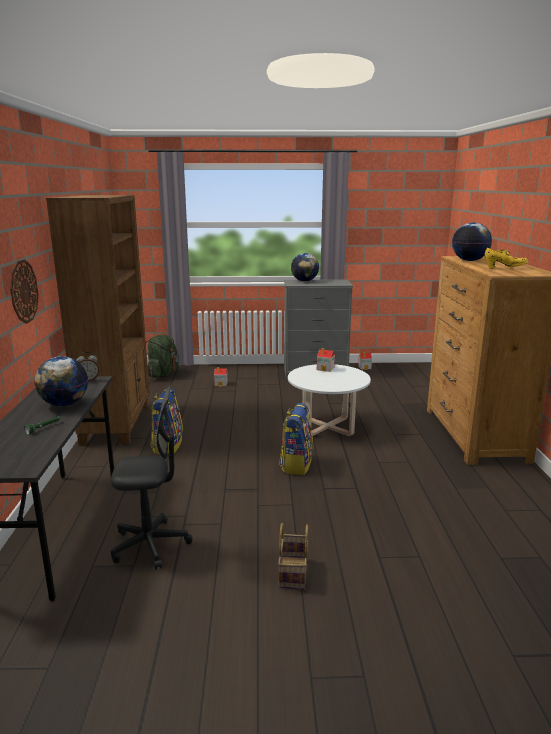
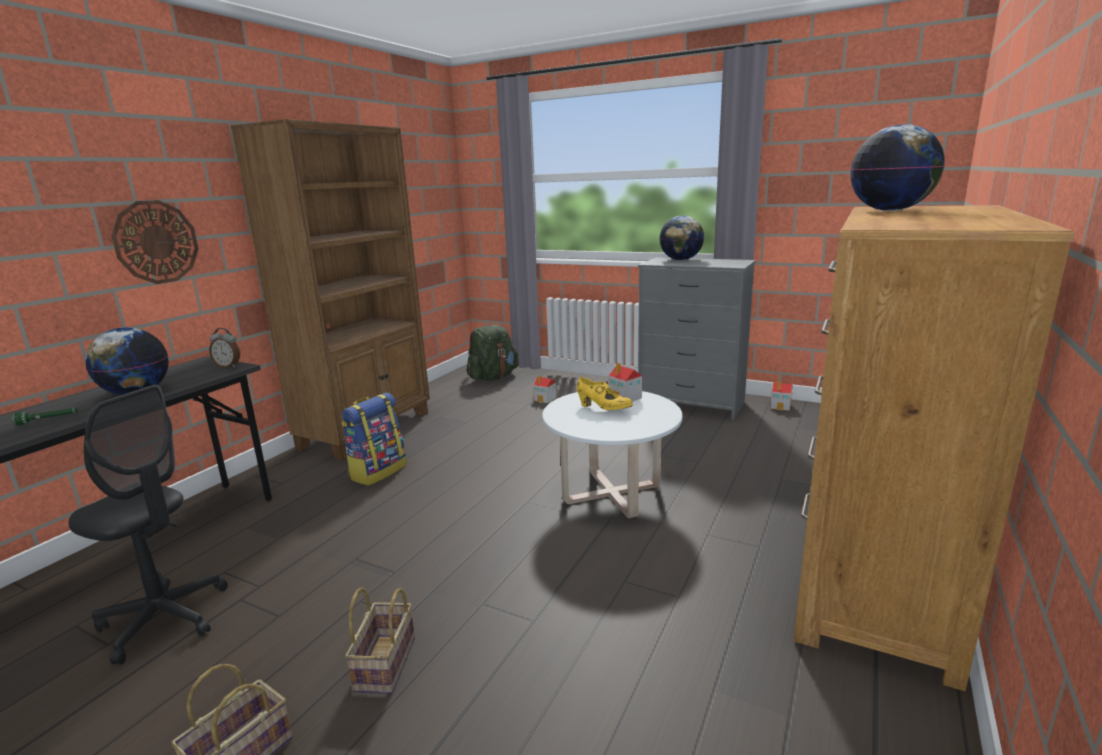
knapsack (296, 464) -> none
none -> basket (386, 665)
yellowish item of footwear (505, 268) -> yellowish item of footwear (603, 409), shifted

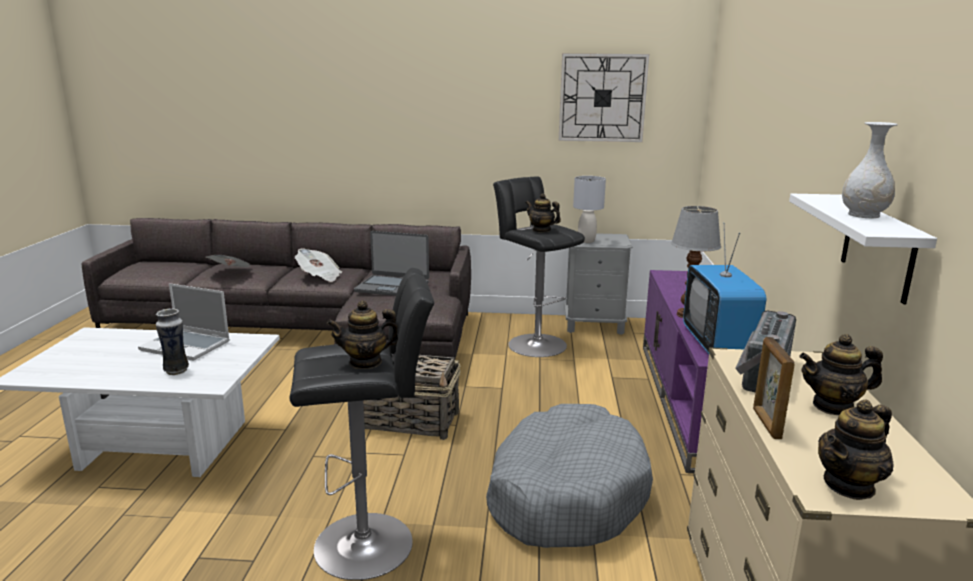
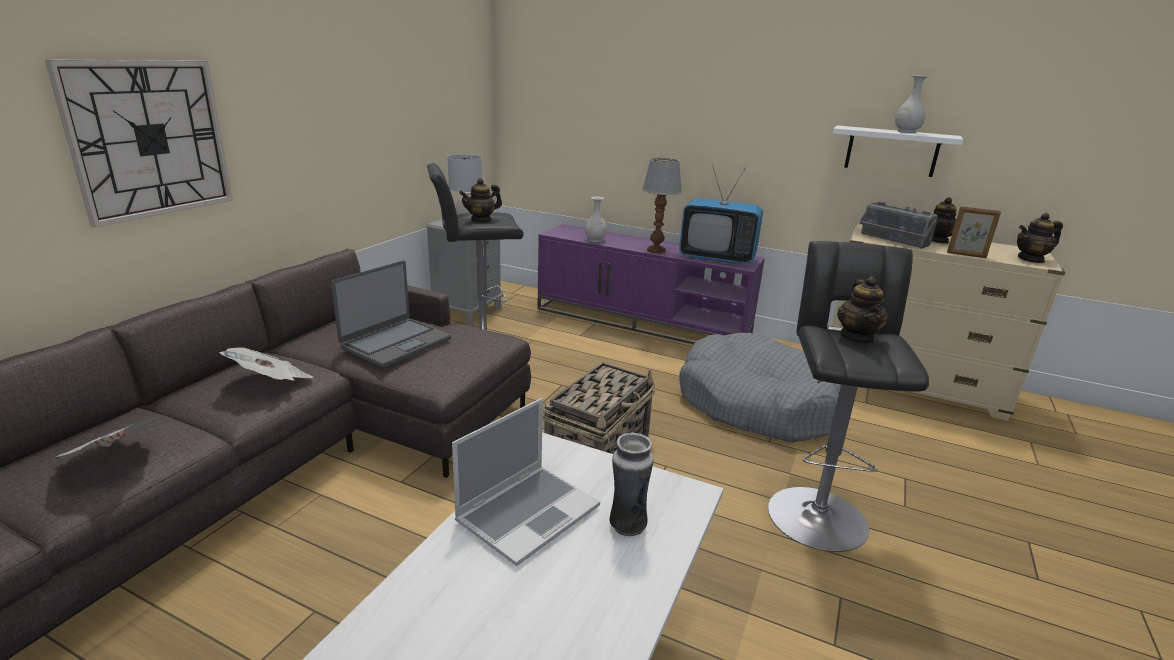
none -> white flower vase (595, 240)
wall clock (602, 98) -> wall clock (149, 139), shifted
pot for tea (849, 485) -> pot for tea (1031, 259), 90 degrees clockwise

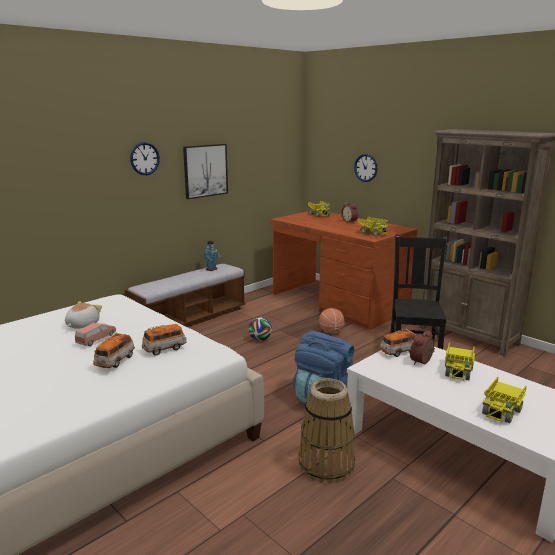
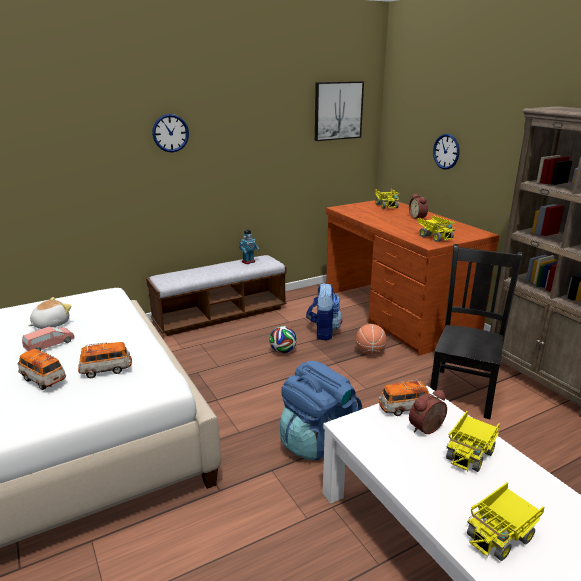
basket (326, 465) -> none
none -> knapsack (323, 332)
wall art (205, 170) -> wall art (338, 111), shifted
model car (115, 361) -> model car (43, 379), 90 degrees clockwise

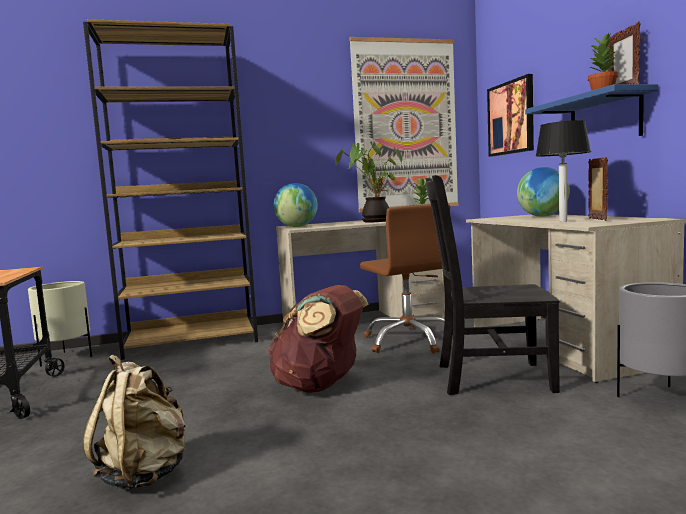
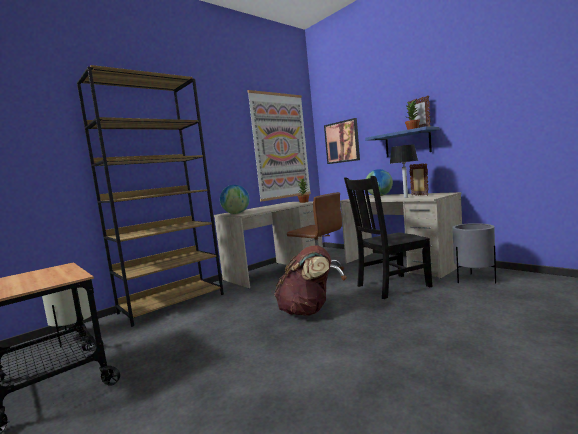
sand-coloured knapsack (145, 474) -> none
houseplant (375, 221) -> none

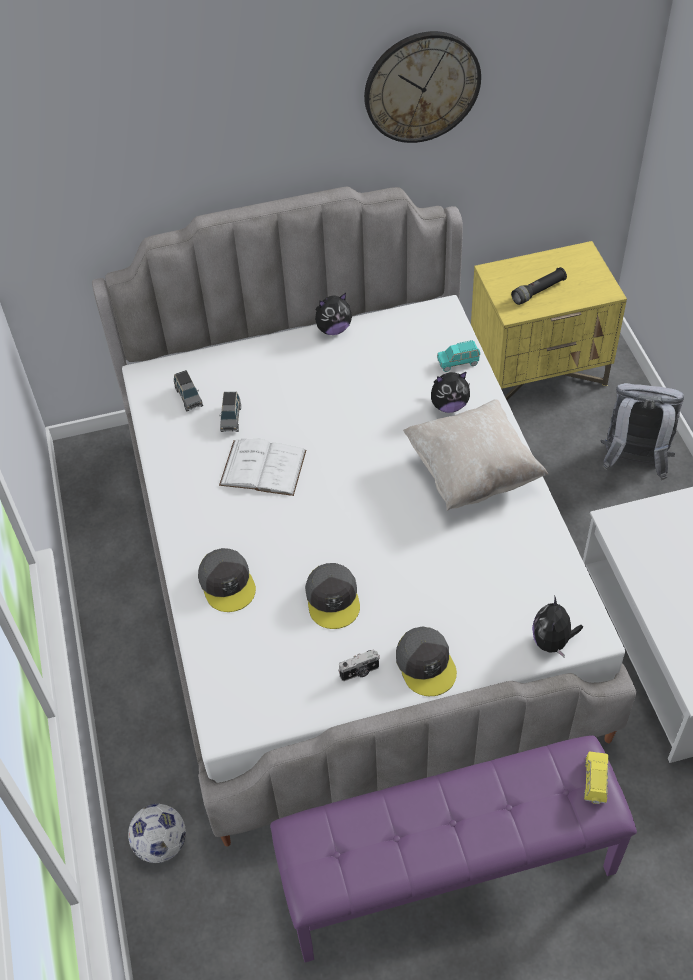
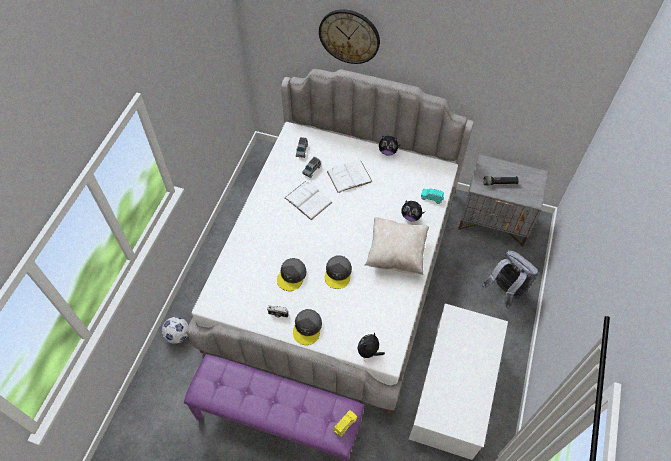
none -> white book (349, 176)
grey cap (227, 583) -> grey cap (338, 273), shifted
wall clock (422, 87) -> wall clock (349, 36), shifted
yellowish nightstand (538, 369) -> grey nightstand (494, 220)

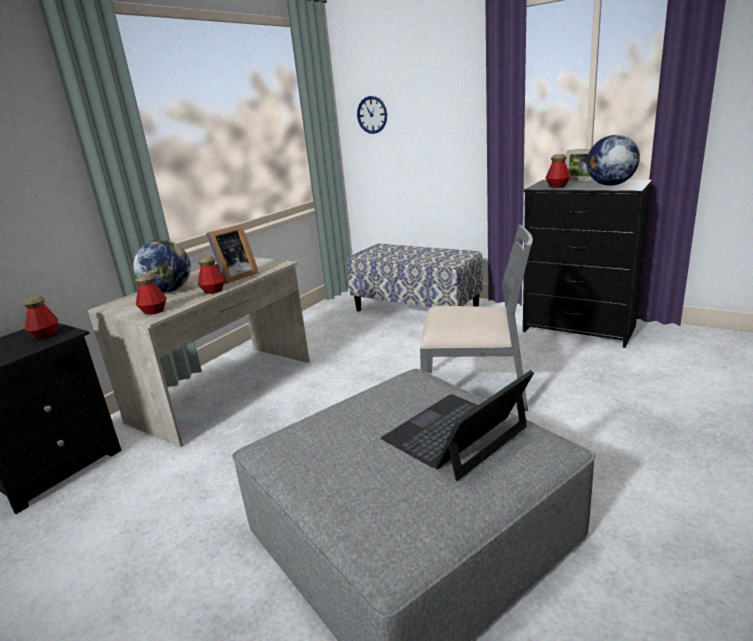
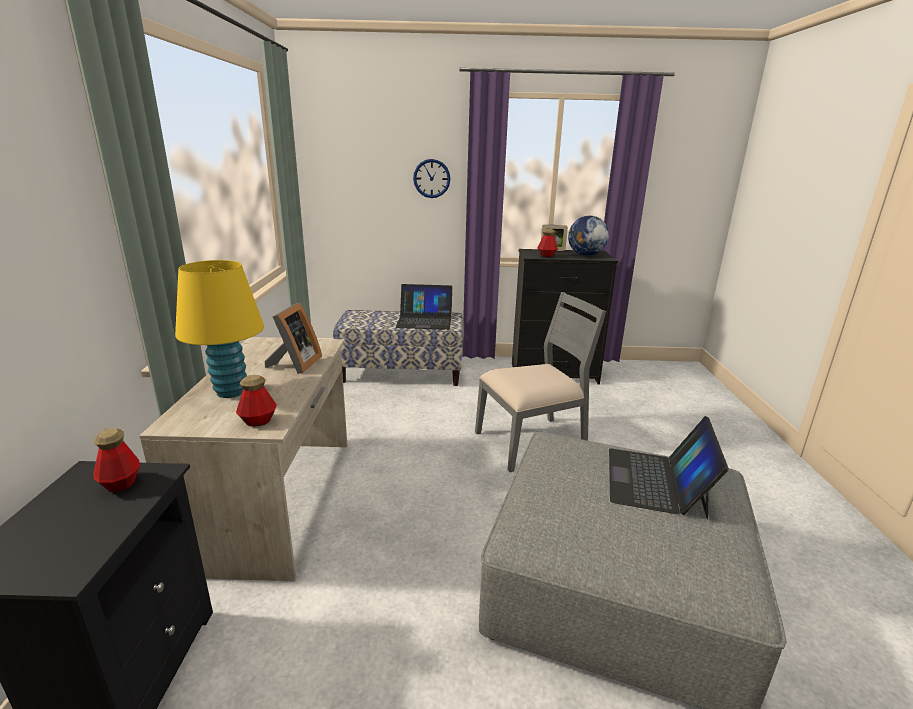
beverage bottle (213, 291) -> none
none -> laptop (424, 320)
wall clock (372, 115) -> wall clock (431, 178), shifted
world globe (169, 291) -> yellowish tabletop lamp (230, 391)

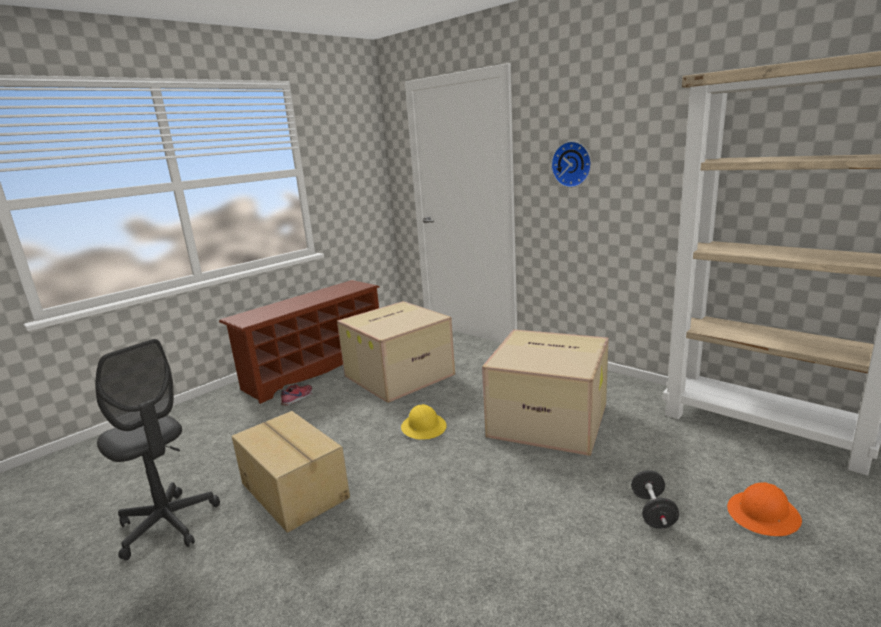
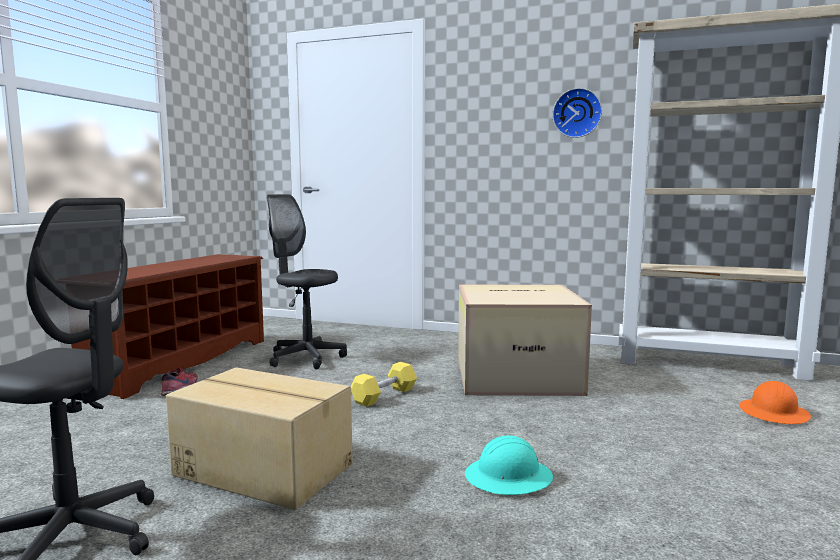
black free weight (653, 512) -> none
none -> turquoise safety helmet (508, 478)
wall clock (572, 164) -> wall clock (577, 113), shifted
cardboard box (399, 374) -> grey office chair (306, 358)
yellowish safety helmet (424, 427) -> yellowish free weight (384, 395)

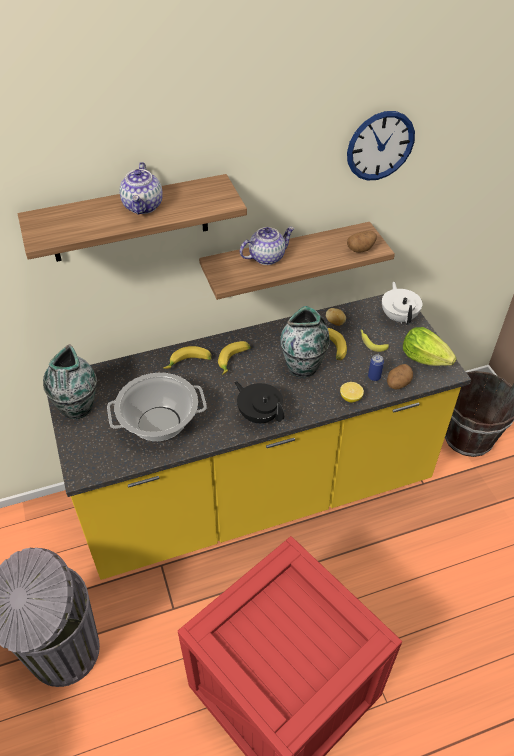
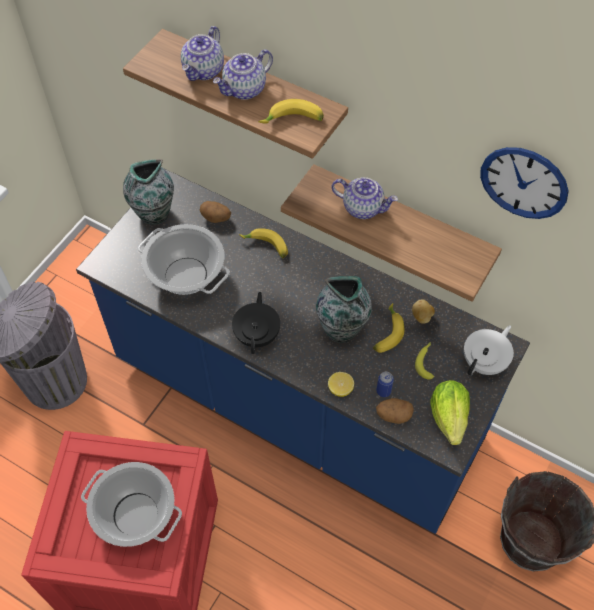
none -> stockpot (135, 514)
none -> pot for tea (204, 71)
whole banana (234, 361) -> whole banana (292, 121), shifted
potato (361, 249) -> potato (216, 218), shifted
yellowish kitchen counter (257, 492) -> blue kitchen counter (297, 403)

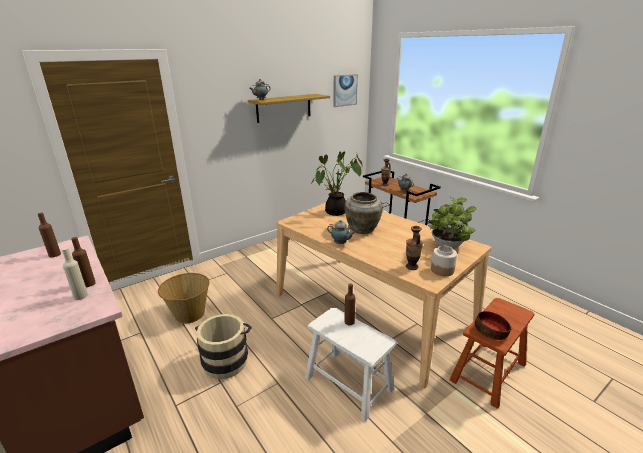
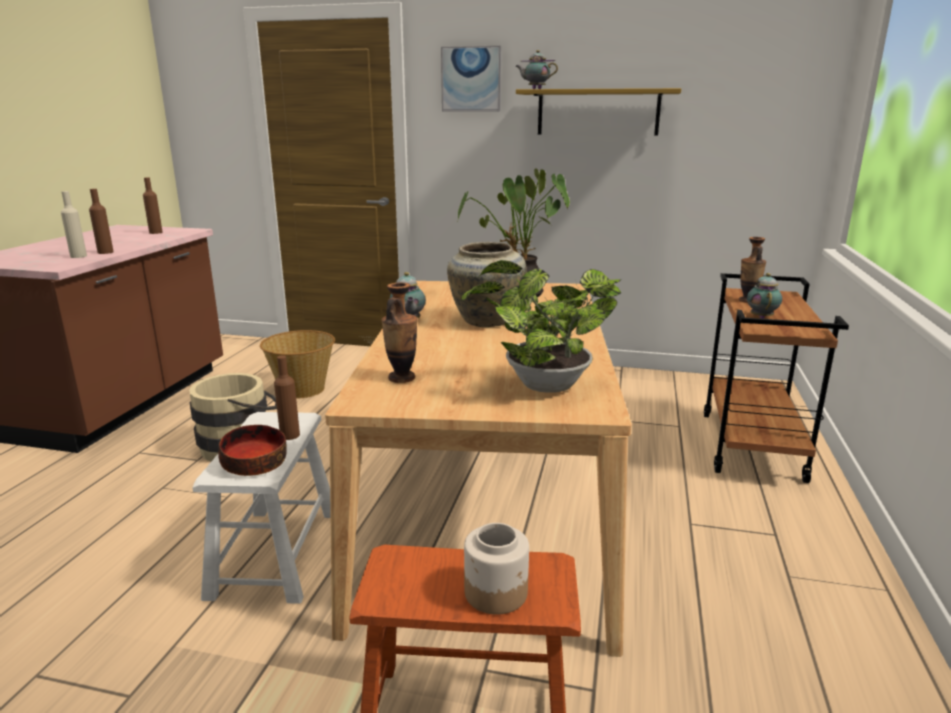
wall art (344, 90) -> wall art (471, 79), shifted
preserve jar (442, 270) -> preserve jar (496, 592), shifted
deep dish (491, 331) -> deep dish (254, 463), shifted

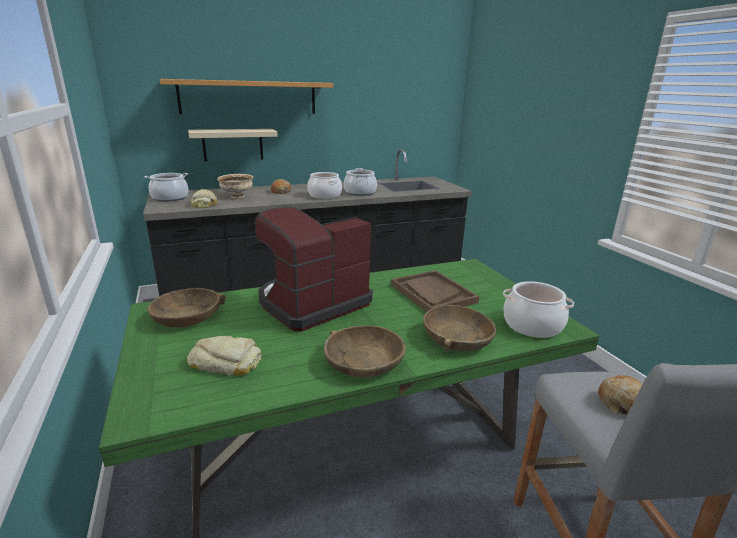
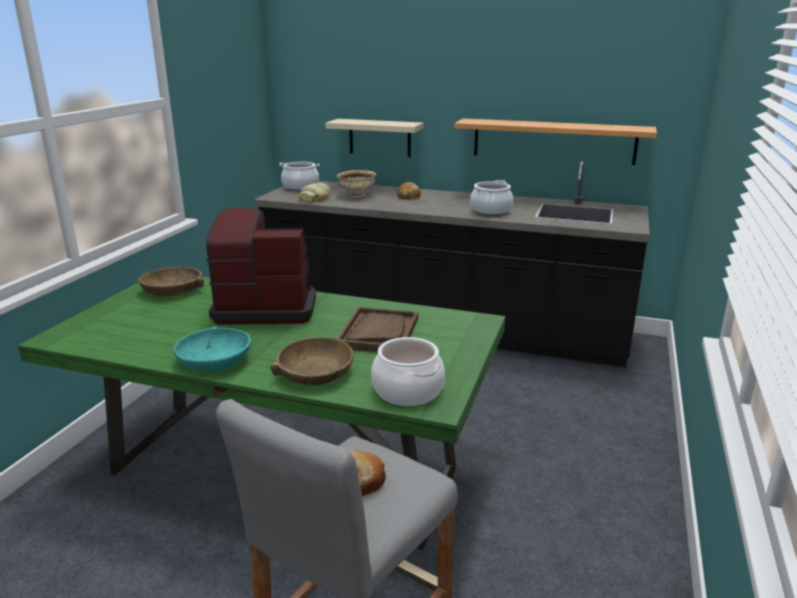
baked bread (226, 362) -> none
stockpot (324, 195) -> none
shelf (249, 97) -> shelf (553, 141), shifted
brown-coloured deep dish (363, 362) -> turquoise deep dish (214, 360)

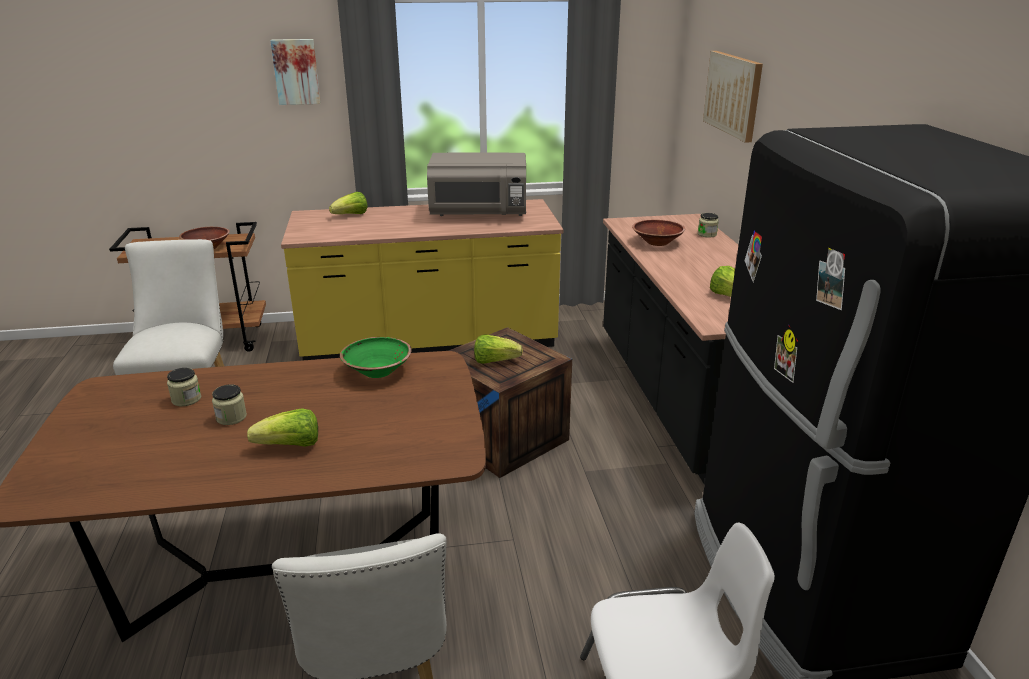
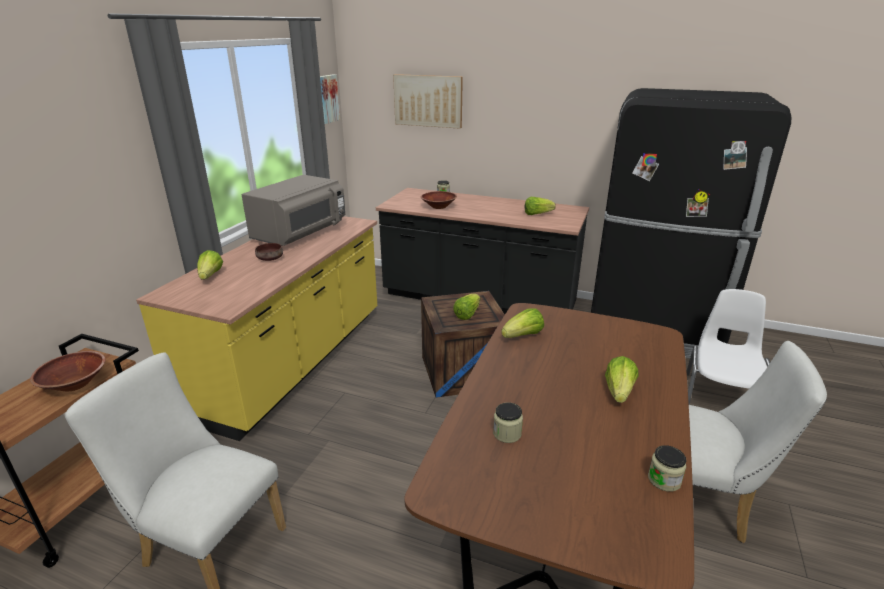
none -> brown-coloured deep dish (270, 259)
preserve jar (231, 417) -> preserve jar (664, 480), shifted
wall art (296, 71) -> wall art (327, 99), shifted
greenish deep dish (377, 371) -> lettuce head (523, 336)

